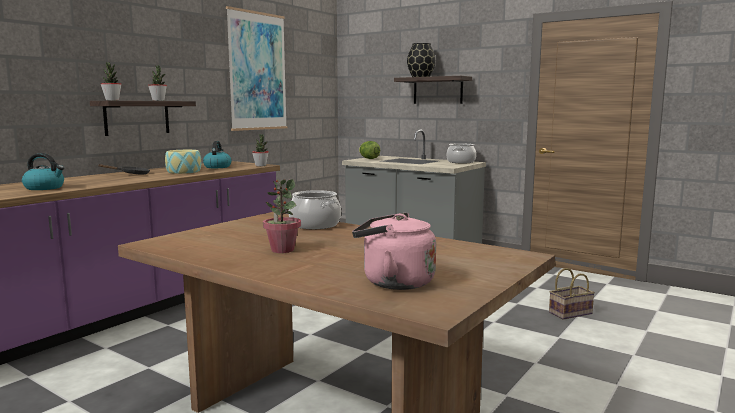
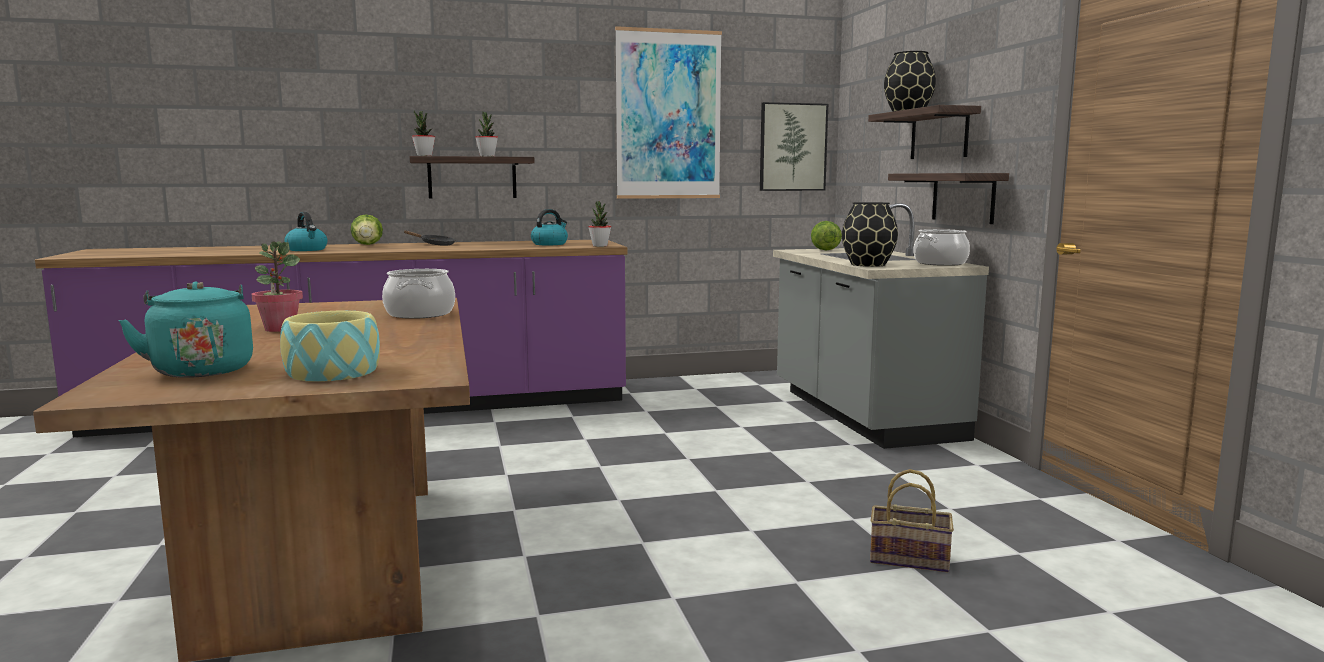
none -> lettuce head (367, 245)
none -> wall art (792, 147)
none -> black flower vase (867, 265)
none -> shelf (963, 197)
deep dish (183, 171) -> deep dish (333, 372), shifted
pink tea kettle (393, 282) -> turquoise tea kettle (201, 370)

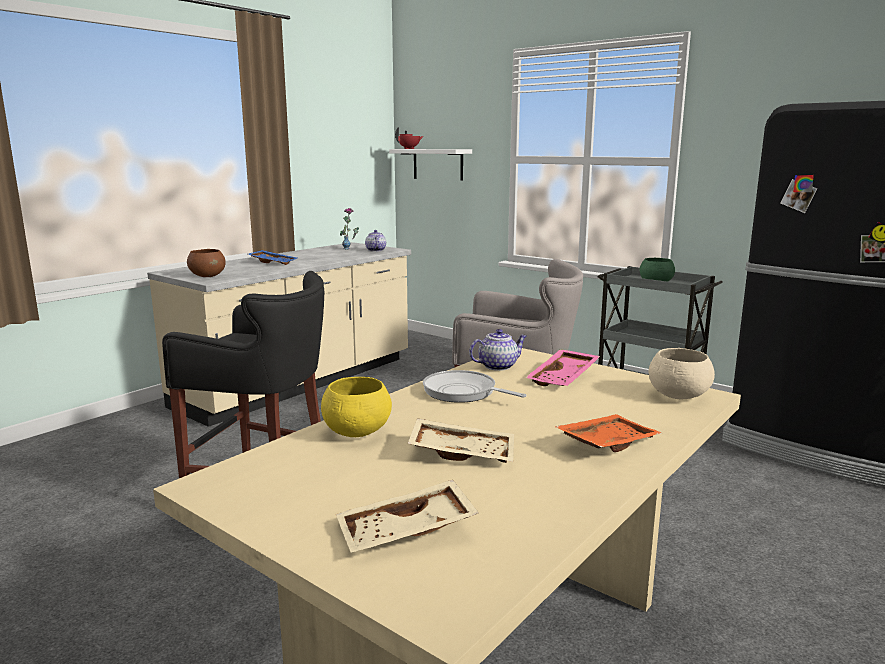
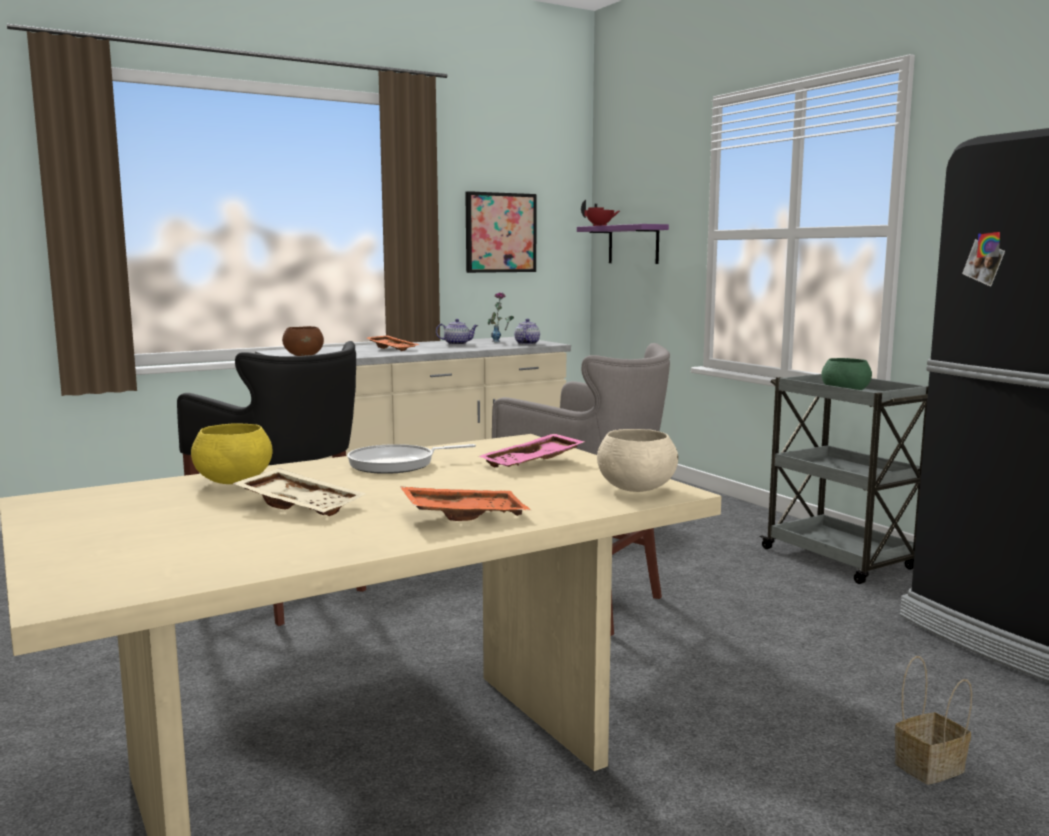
sand-coloured tray (406, 533) -> none
none -> wall art (500, 232)
none -> basket (928, 768)
pot for tea (498, 366) -> pot for tea (457, 344), shifted
blue tray (273, 262) -> orangey tray (393, 349)
white shelf (438, 164) -> purple shelf (633, 244)
pan (463, 392) -> pan (397, 464), 75 degrees counterclockwise

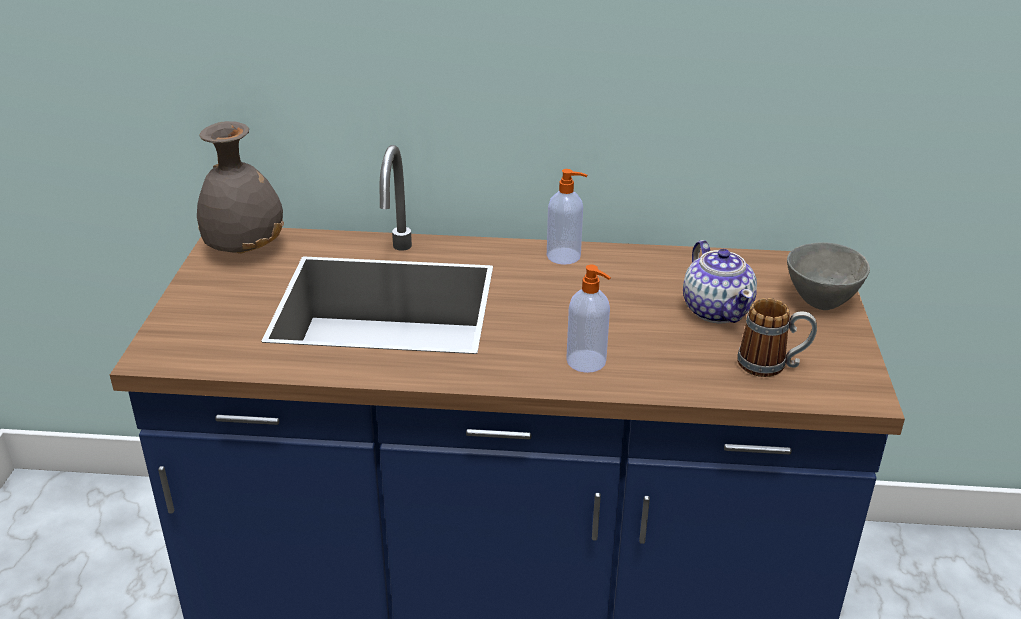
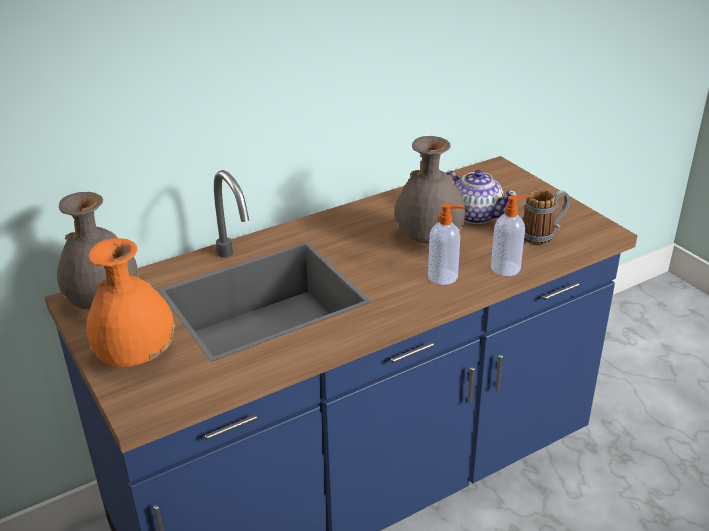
grey deep dish (820, 301) -> none
none -> orangey flower vase (136, 356)
none -> grey flower vase (428, 239)
liquid soap bottle (565, 256) -> liquid soap bottle (506, 268), shifted

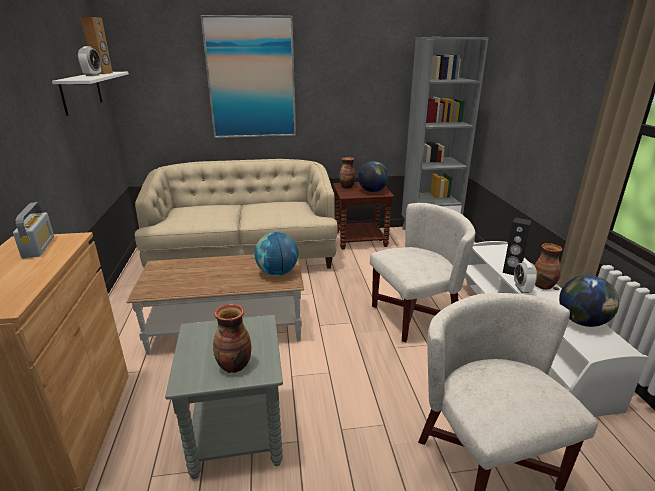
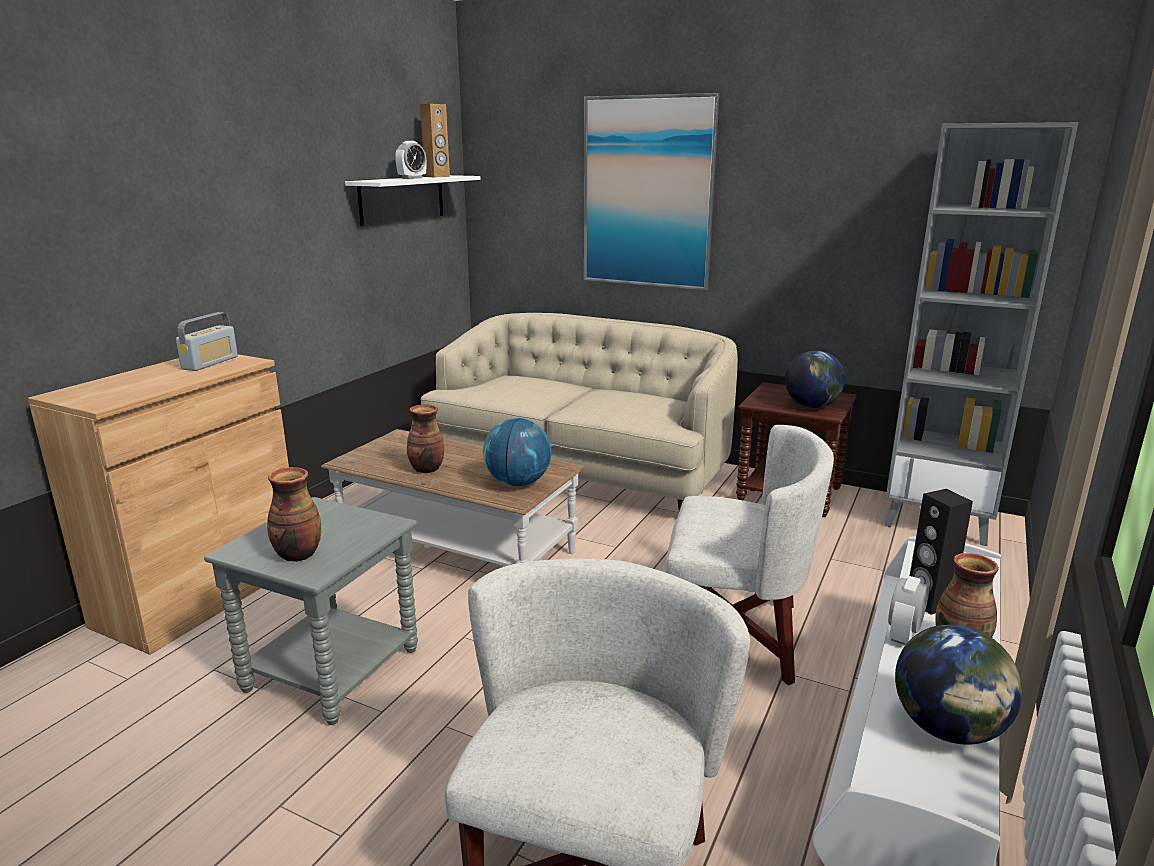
flower vase (346, 187) -> flower vase (426, 469), shifted

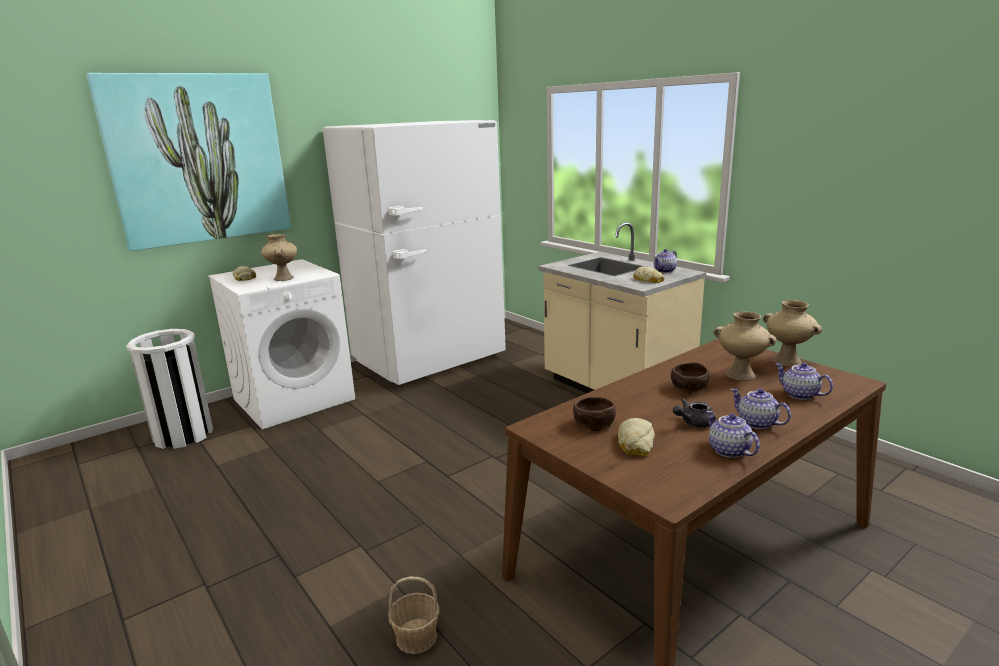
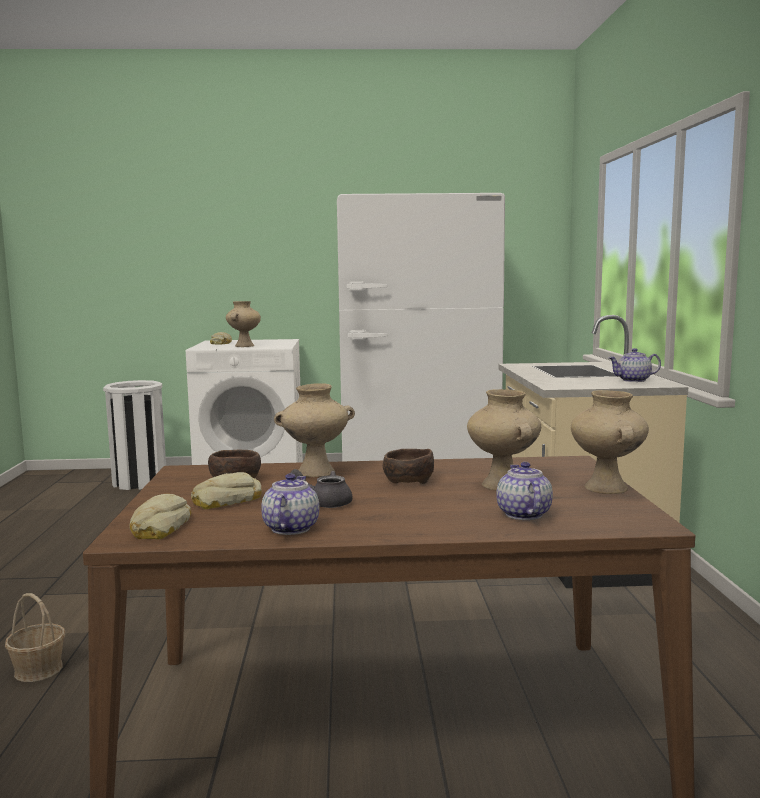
wall art (198, 159) -> none
pot for tea (756, 423) -> none
none -> sand-coloured flower vase (315, 473)
baked bread (648, 279) -> baked bread (158, 527), shifted

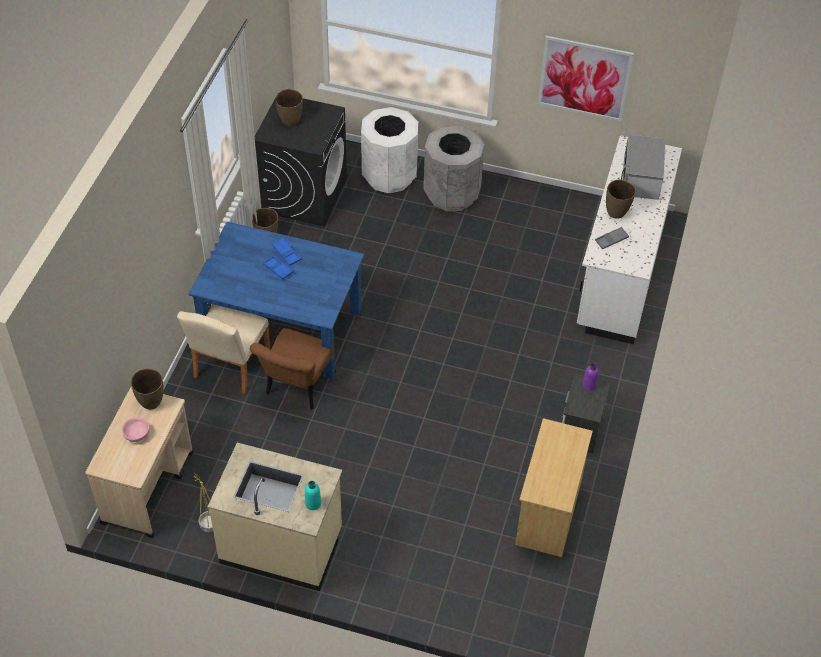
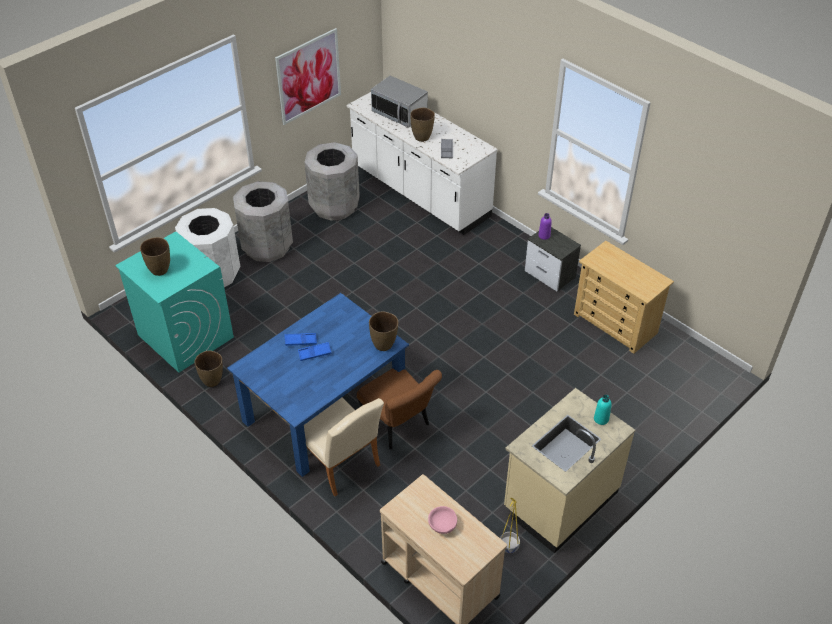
none -> grey rubbish bin (335, 206)
brown-coloured flower vase (151, 402) -> brown-coloured flower vase (384, 344), shifted
black washing machine (304, 195) -> turquoise washing machine (185, 336)

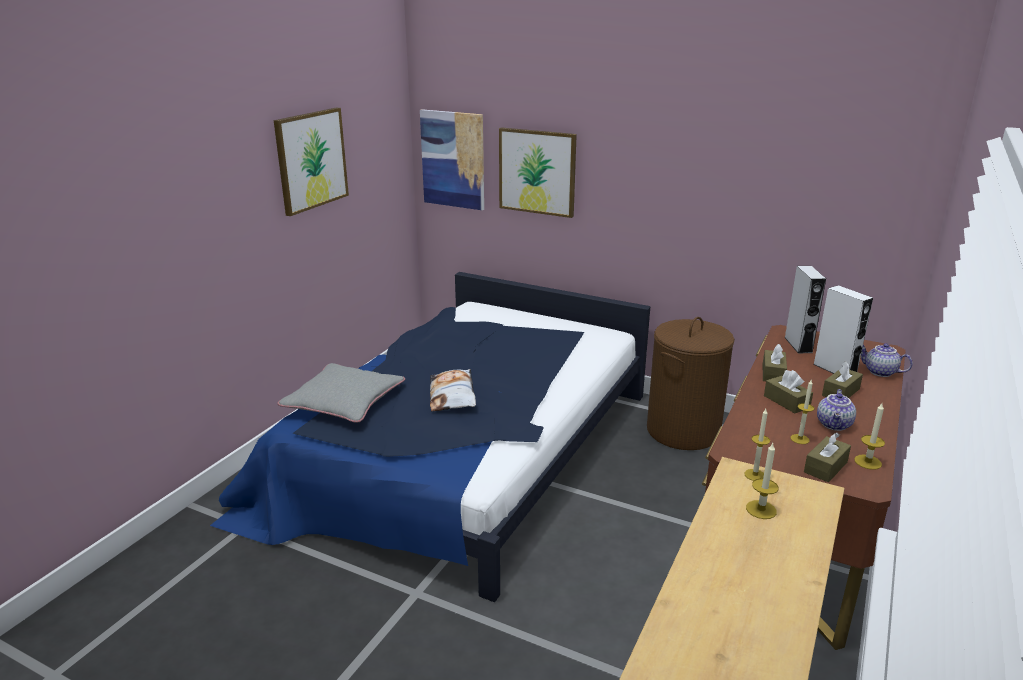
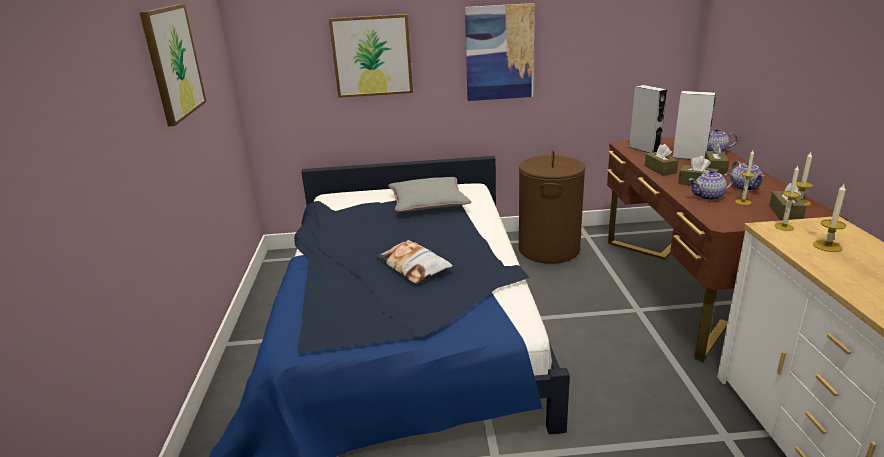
none -> pot for tea (708, 197)
grey pillow (344, 401) -> grey pillow (428, 202), shifted
wall art (453, 159) -> wall art (499, 53), shifted

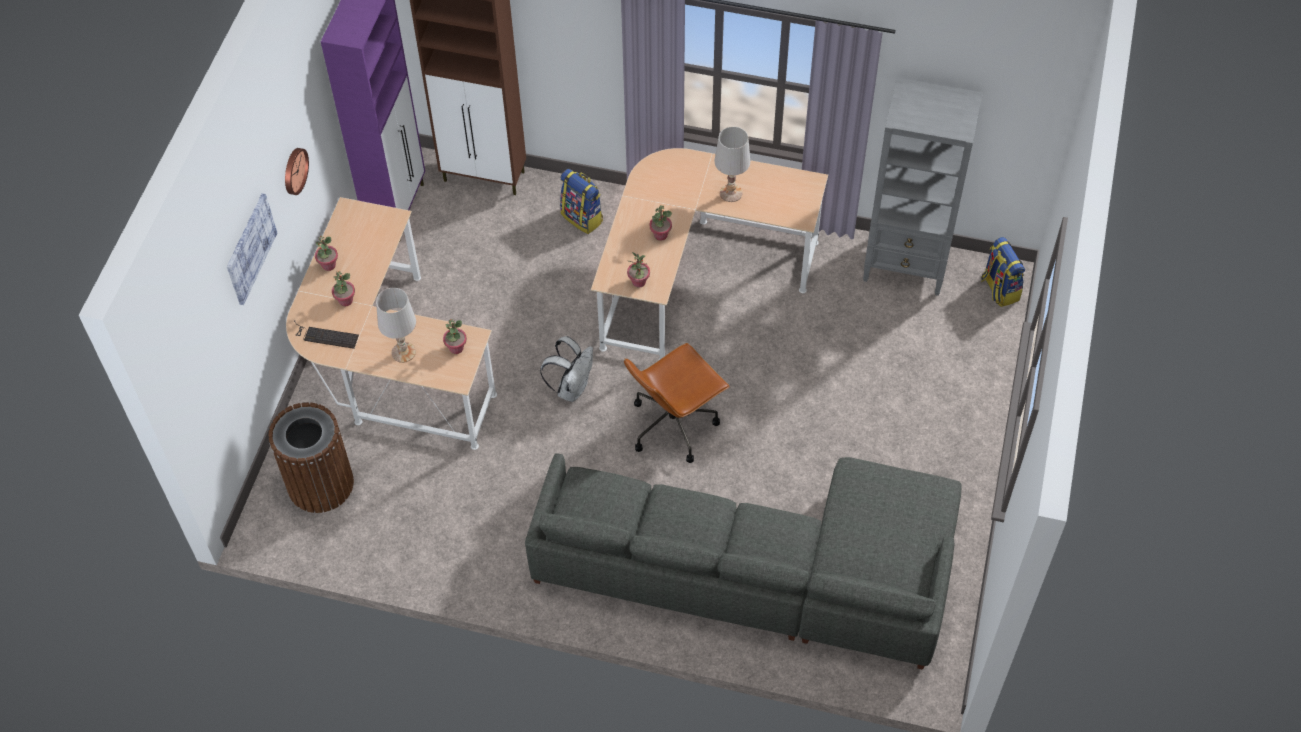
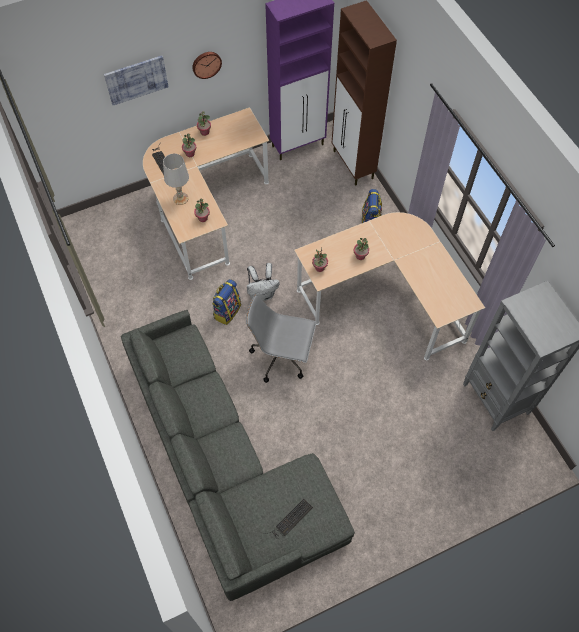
brown-coloured rubbish bin (320, 484) -> none
white tabletop lamp (730, 193) -> none
none -> computer keyboard (290, 520)
knapsack (999, 289) -> knapsack (227, 311), shifted
brown-coloured office chair (674, 424) -> grey office chair (282, 357)

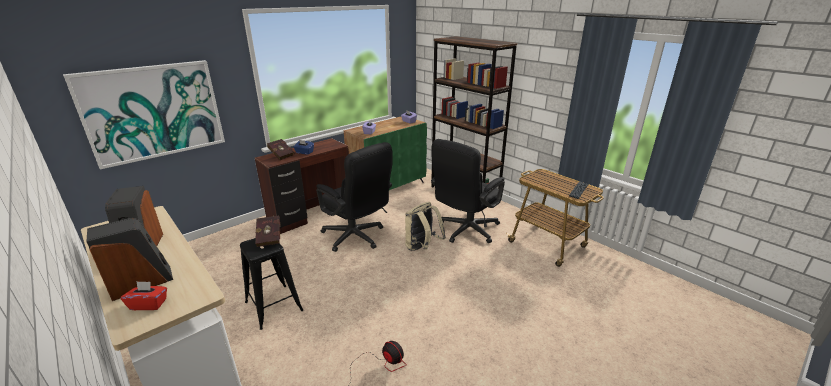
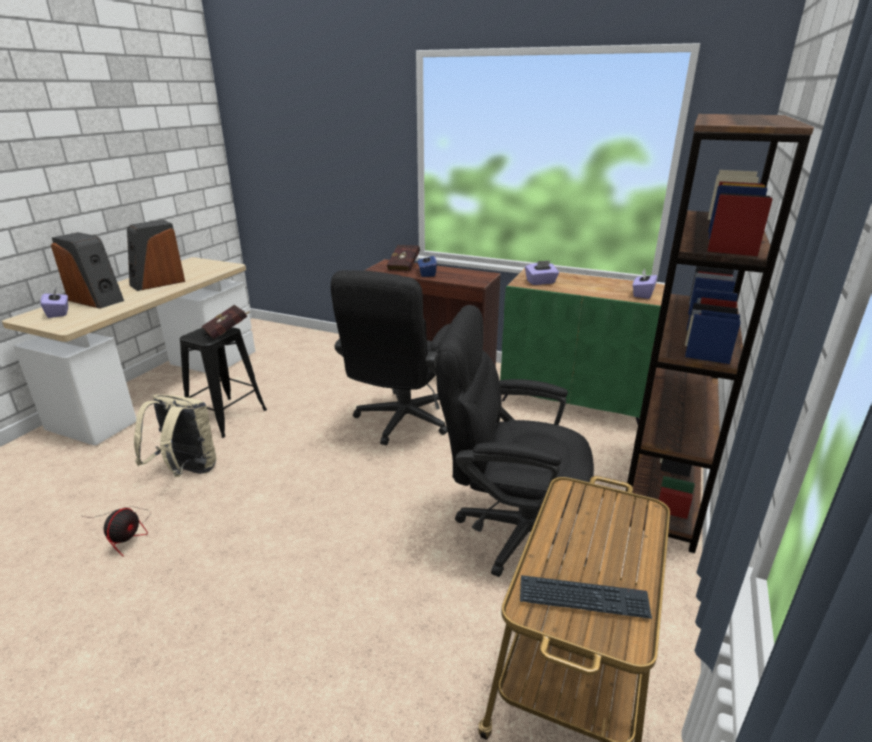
wall art (154, 112) -> none
sand-coloured knapsack (422, 247) -> sand-coloured knapsack (186, 471), shifted
reddish box of tissues (149, 304) -> purple box of tissues (59, 313)

